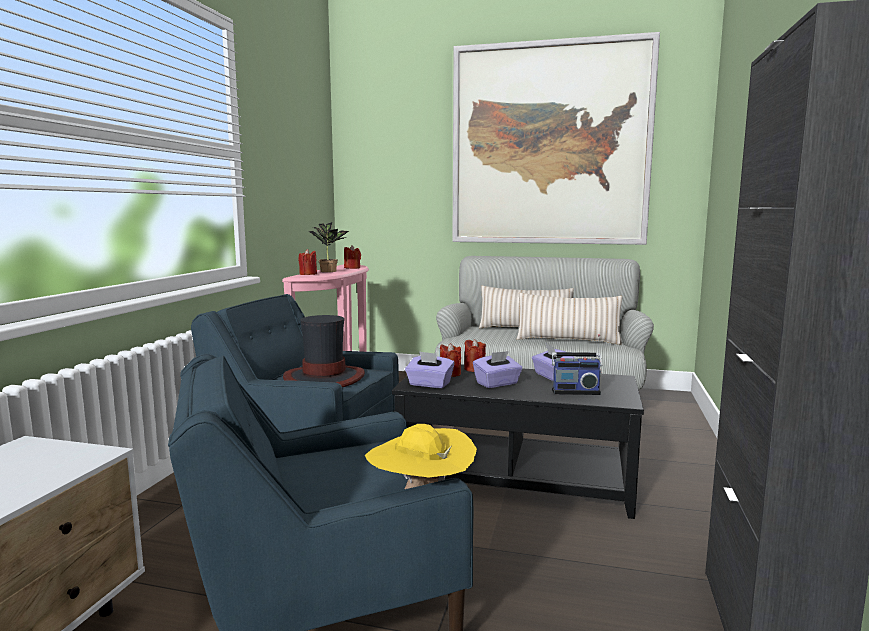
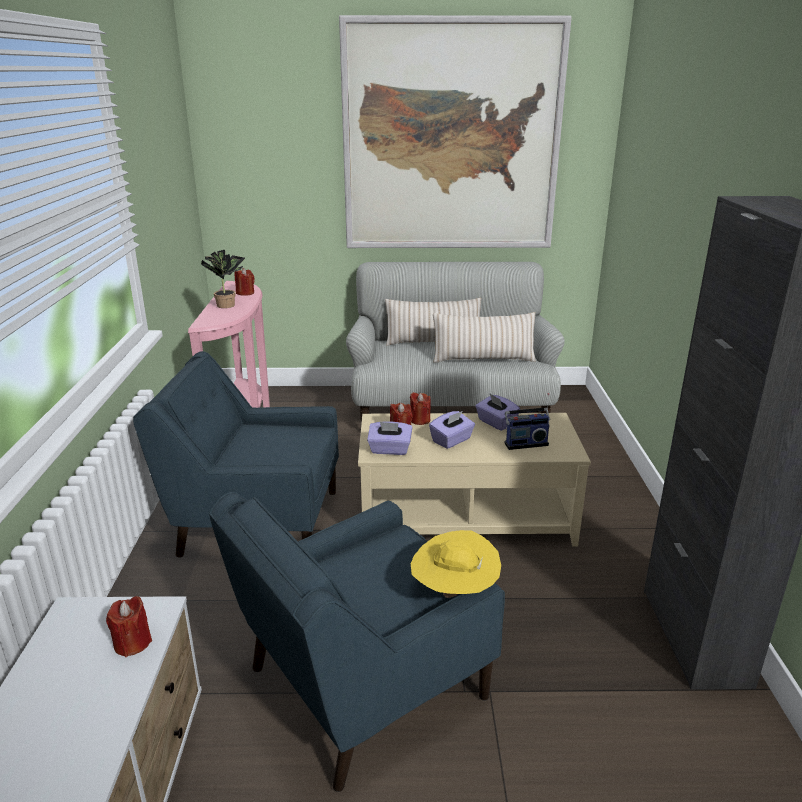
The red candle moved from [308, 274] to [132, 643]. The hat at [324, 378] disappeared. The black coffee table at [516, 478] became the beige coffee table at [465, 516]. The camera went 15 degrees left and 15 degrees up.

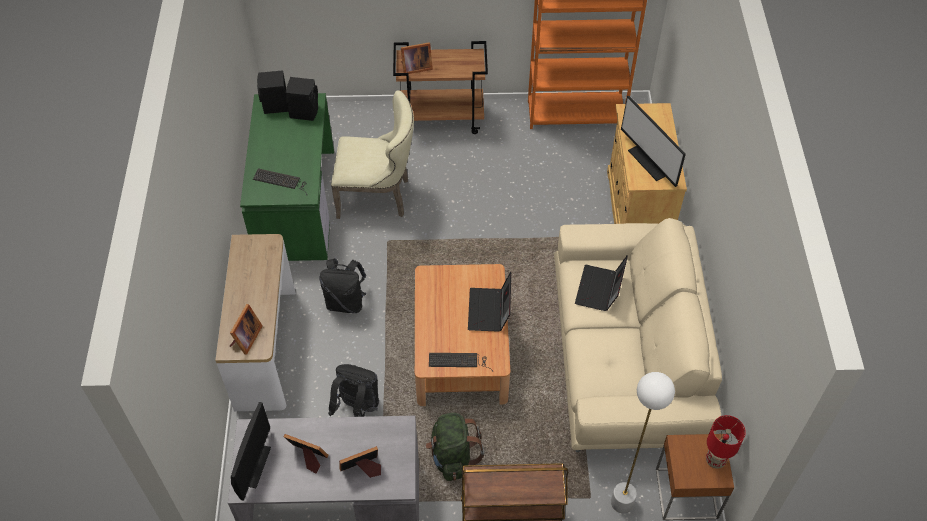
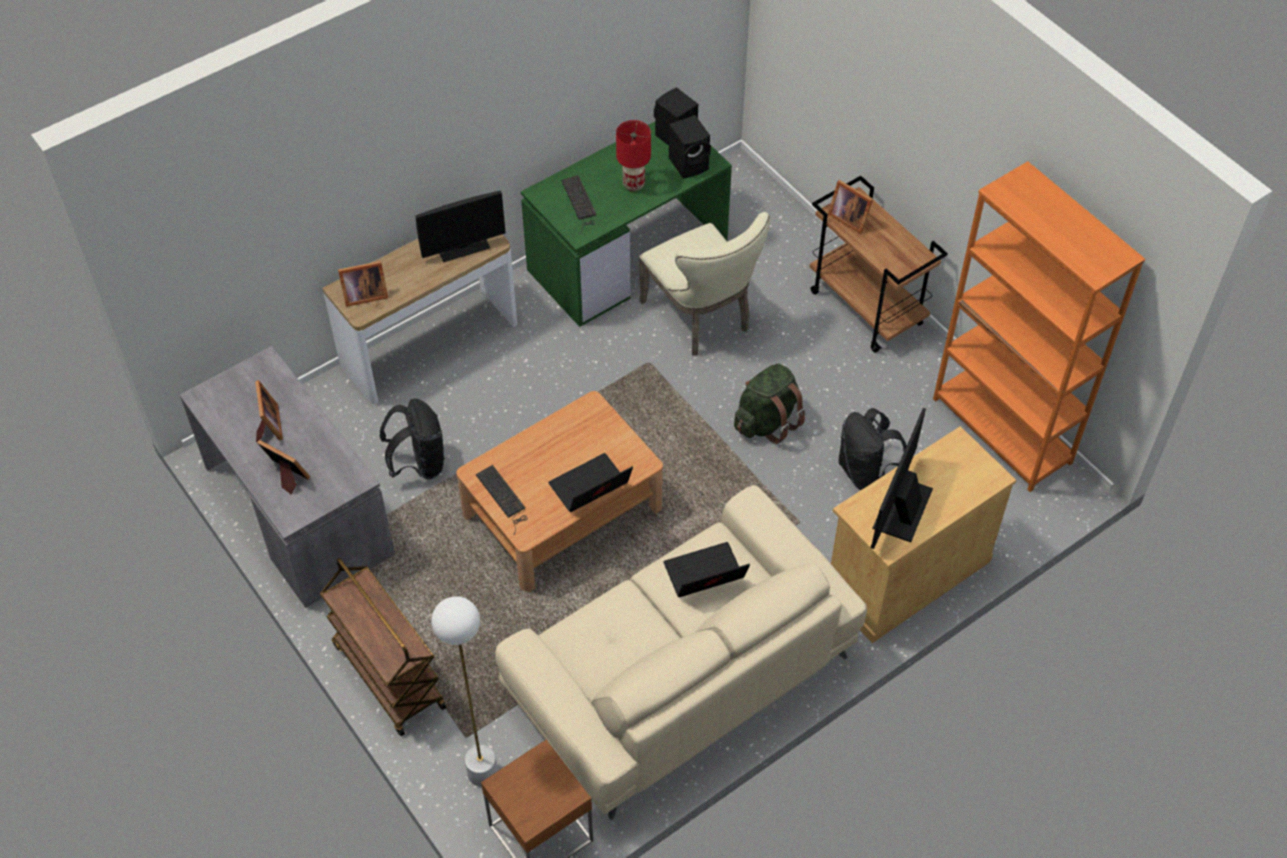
The black backpack moved from [345, 302] to [865, 472]. The monitor moved from [253, 465] to [463, 247]. The green backpack moved from [452, 456] to [767, 421]. The red table lamp moved from [715, 460] to [634, 185]. The camera went 55 degrees right and 0 degrees up.

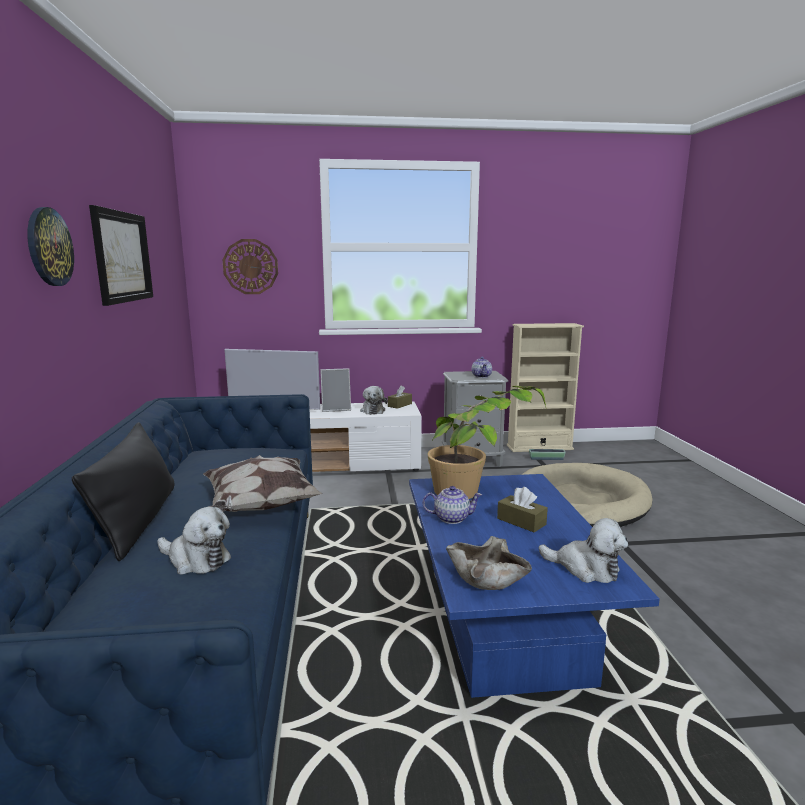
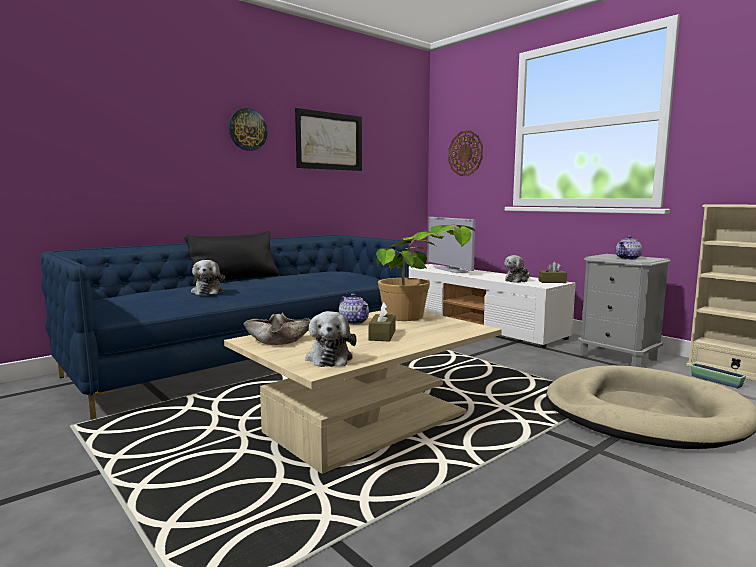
The picture frame at [336, 408] disappeared. The pillow at [260, 507] disappeared. The blue coffee table at [502, 618] became the beige coffee table at [368, 423]. The camera went 55 degrees right and 5 degrees down.

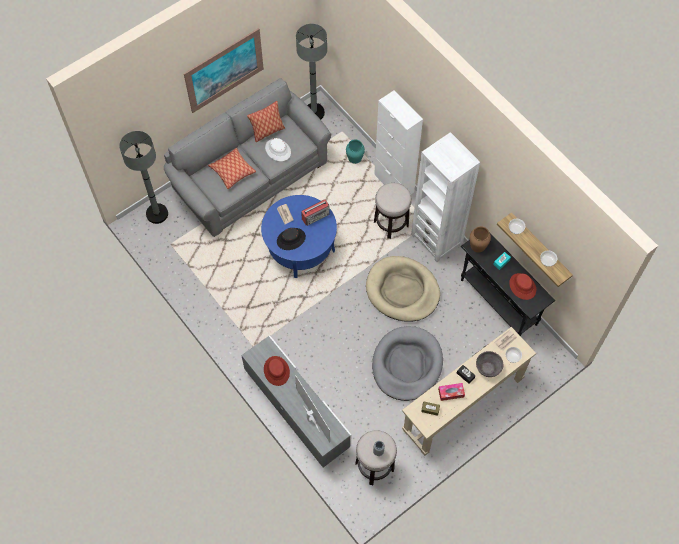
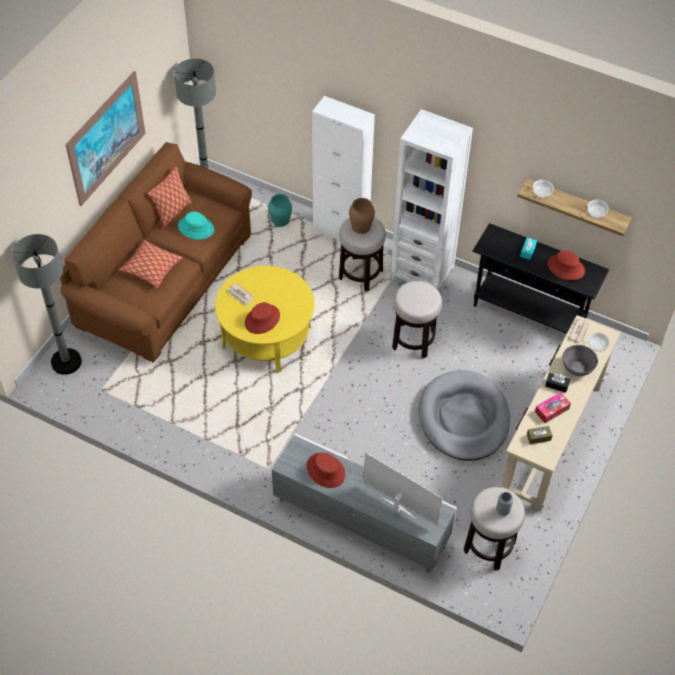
The grey sofa at [250, 176] became the brown sofa at [165, 281]. The white hat at [278, 150] became the turquoise hat at [196, 228]. The blue coffee table at [300, 247] became the yellow coffee table at [266, 336]. The radio at [316, 216] disappeared. The brown vase moved from [478, 245] to [361, 226]. The black hat at [291, 239] became the red hat at [262, 319]. The beige dog bed at [402, 290] was replaced by the stool at [413, 340]. The camera went 25 degrees left and 10 degrees down.

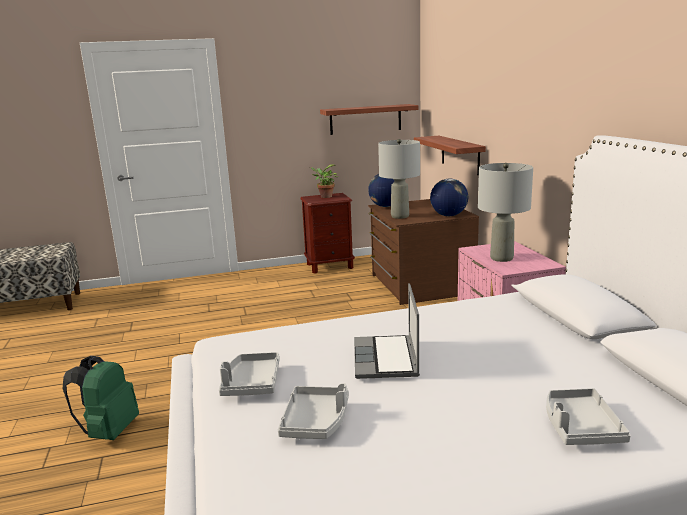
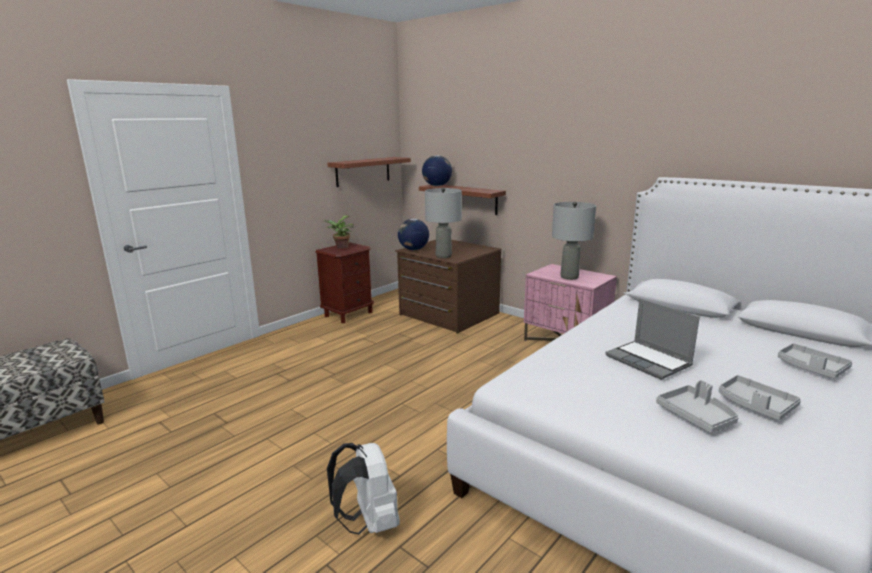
The globe moved from [448, 215] to [436, 186]. The grey tray moved from [251, 383] to [755, 405]. The green backpack at [109, 432] became the white backpack at [368, 522]. The camera went 35 degrees left and 0 degrees up.

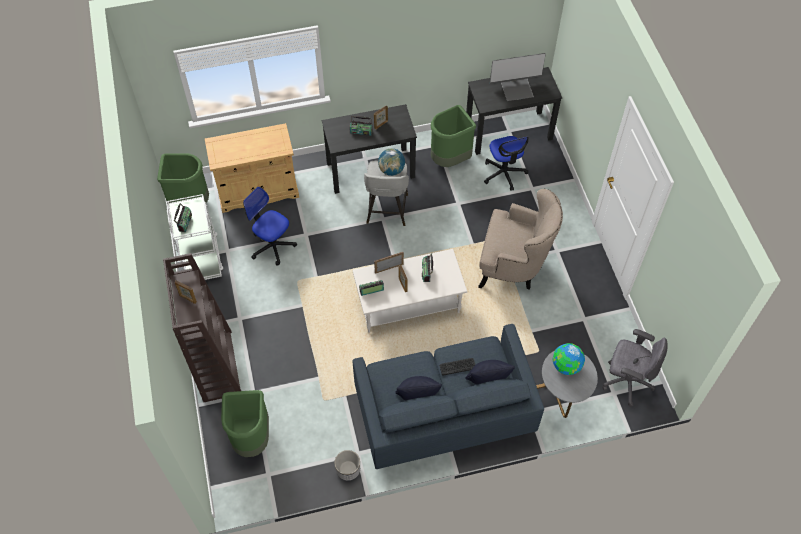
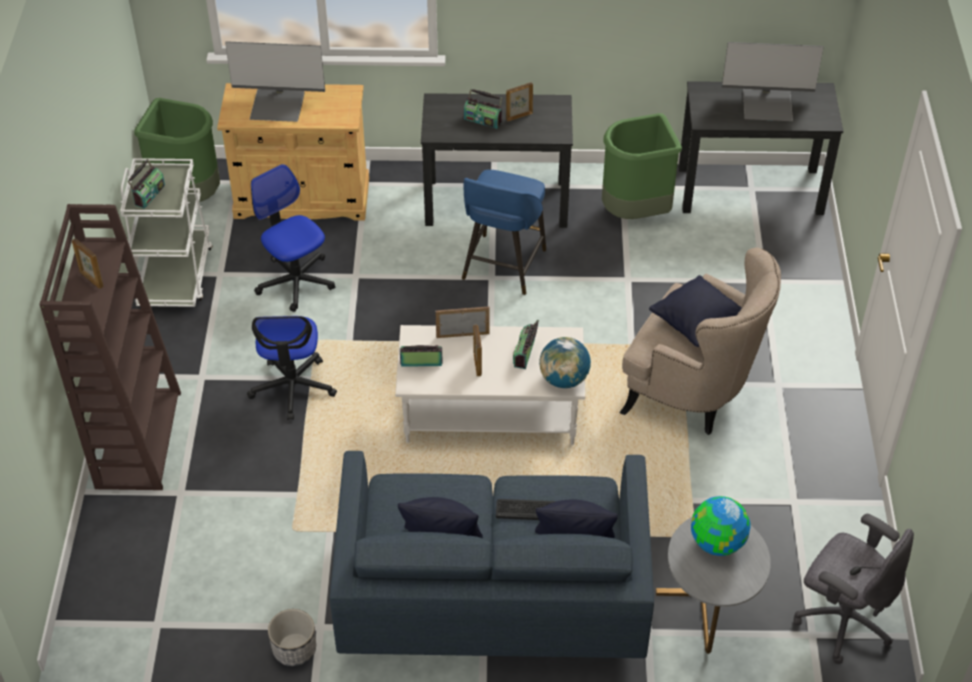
The office chair moved from [504, 173] to [292, 387]. The globe moved from [391, 170] to [564, 379]. The grey stool at [387, 210] became the blue stool at [502, 266]. The green trash can at [252, 438] disappeared. The monitor at [278, 105] appeared. The black pillow at [696, 324] appeared. The camera went 15 degrees right and 10 degrees down.

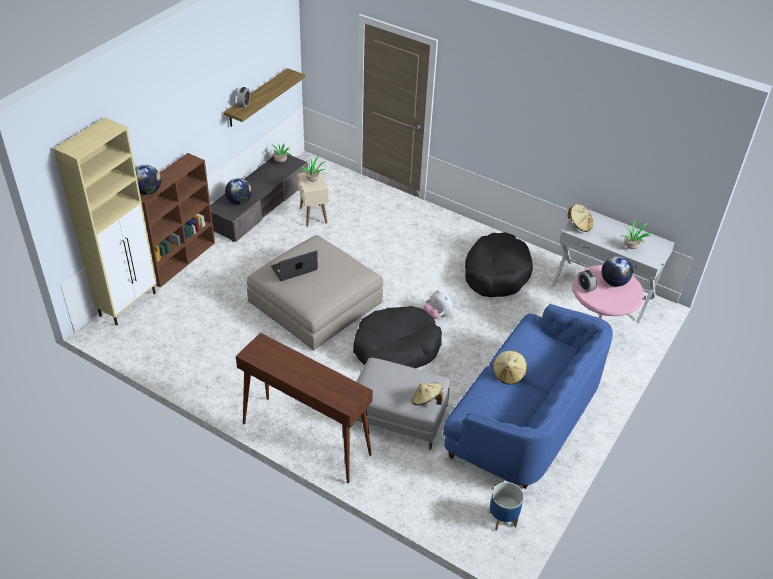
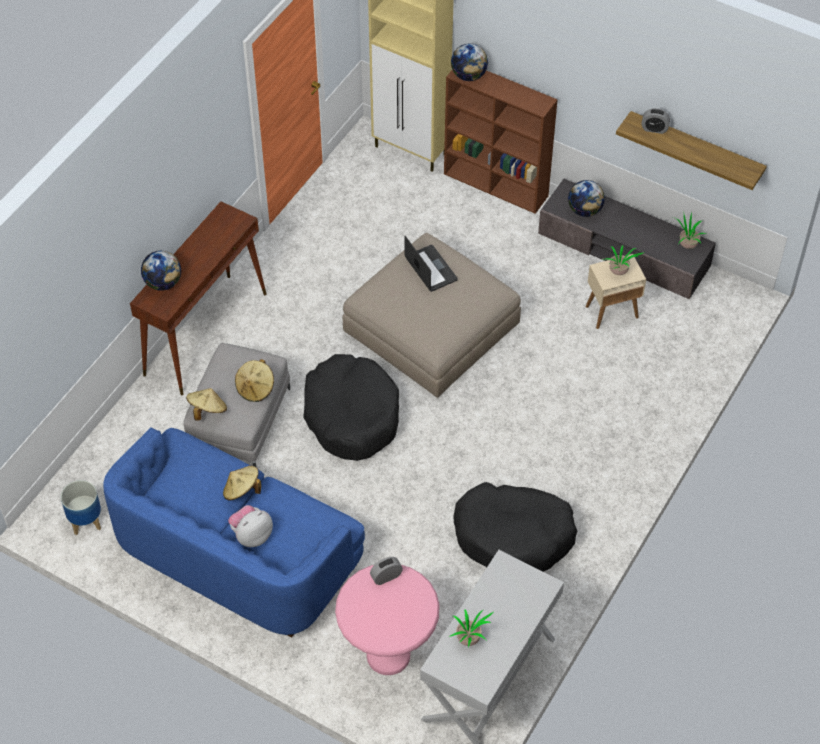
The beige hat moved from [579, 225] to [255, 388]. The globe moved from [614, 282] to [163, 283]. The plush toy moved from [437, 315] to [251, 535]. The camera went 90 degrees right and 10 degrees up.

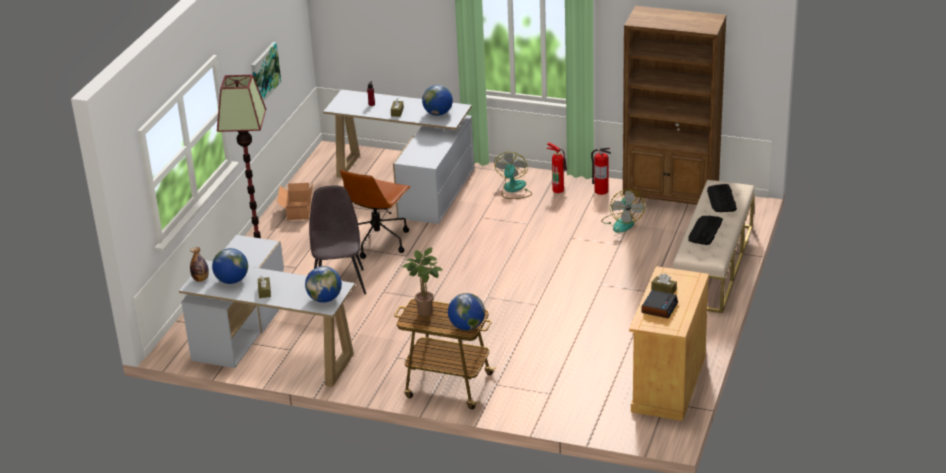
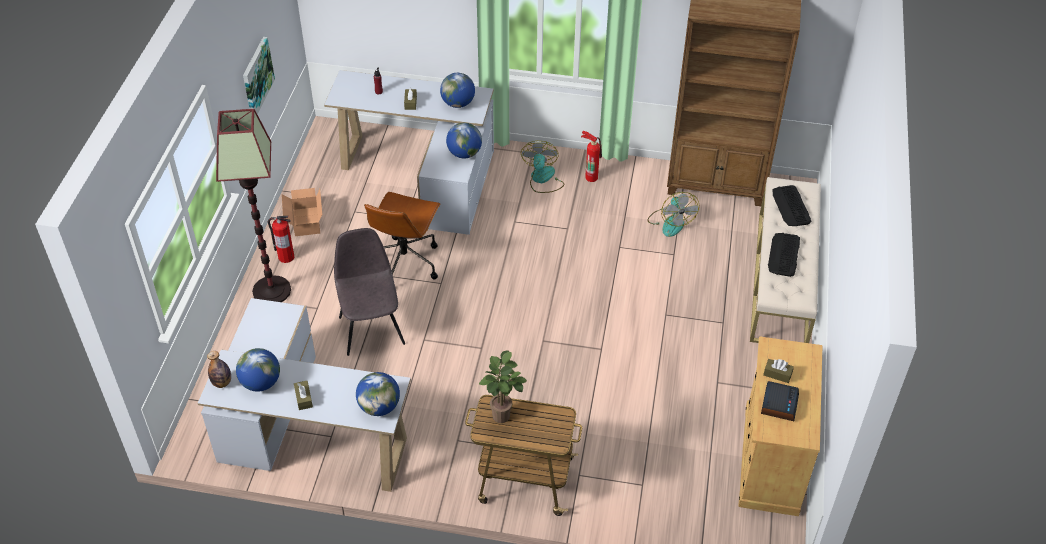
The fire extinguisher moved from [601, 191] to [285, 257]. The globe moved from [467, 326] to [464, 153]. The camera went 10 degrees left and 15 degrees up.

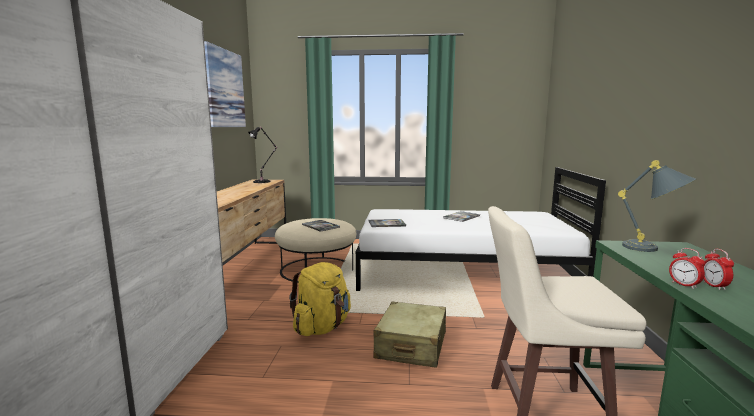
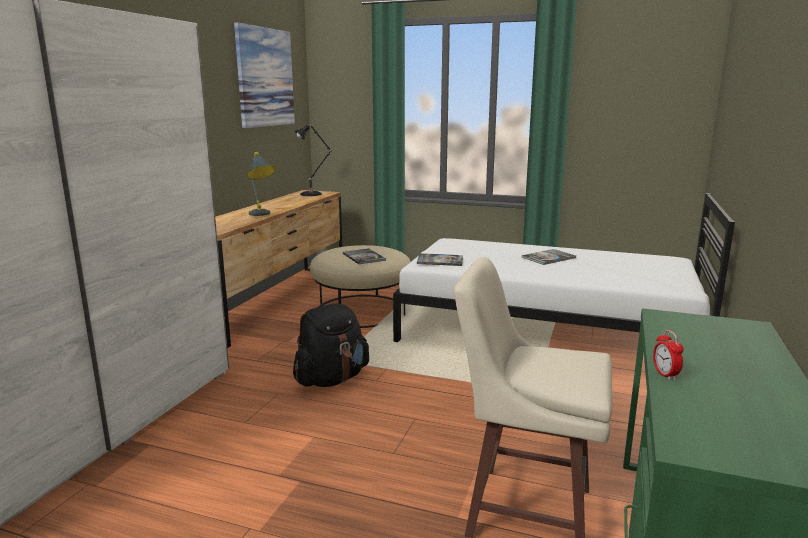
The grey table lamp moved from [653, 249] to [262, 215]. The alarm clock at [714, 286] disappeared. The yellow backpack at [322, 327] became the black backpack at [332, 379]. The beige suitcase at [411, 345] disappeared. The camera went 15 degrees right and 5 degrees up.

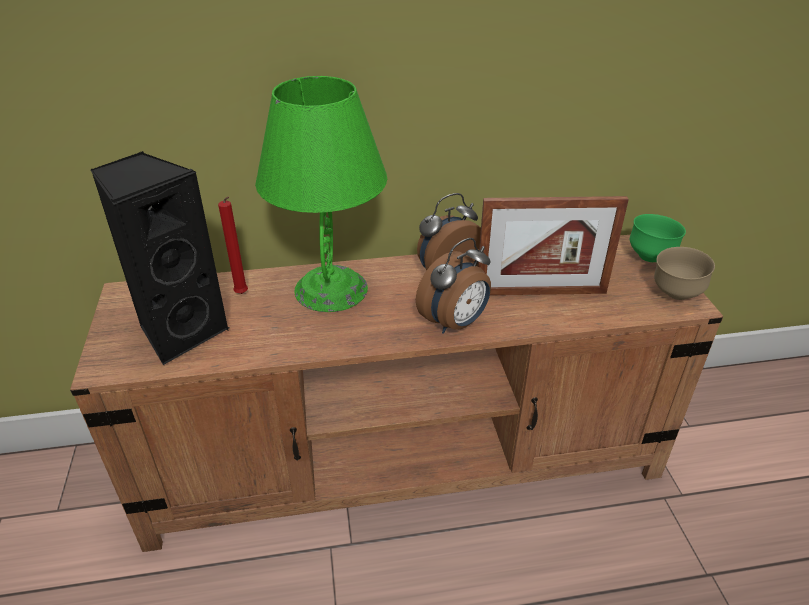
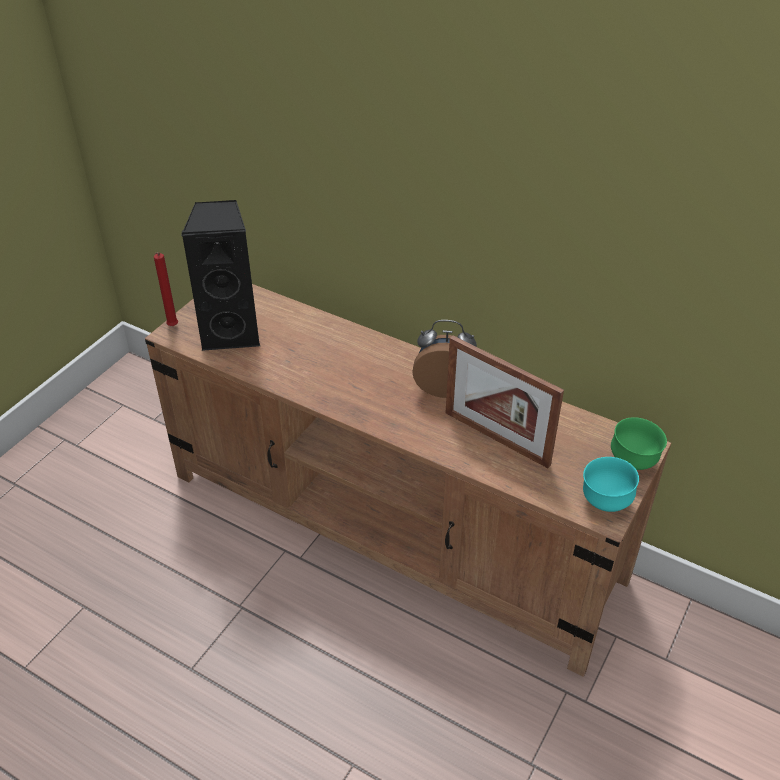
The green table lamp at [332, 289] disappeared. The red candle moved from [242, 295] to [172, 327]. The alarm clock at [455, 323] disappeared. The brown bowl at [675, 294] became the turquoise bowl at [605, 502]. The camera went 40 degrees right and 5 degrees up.

